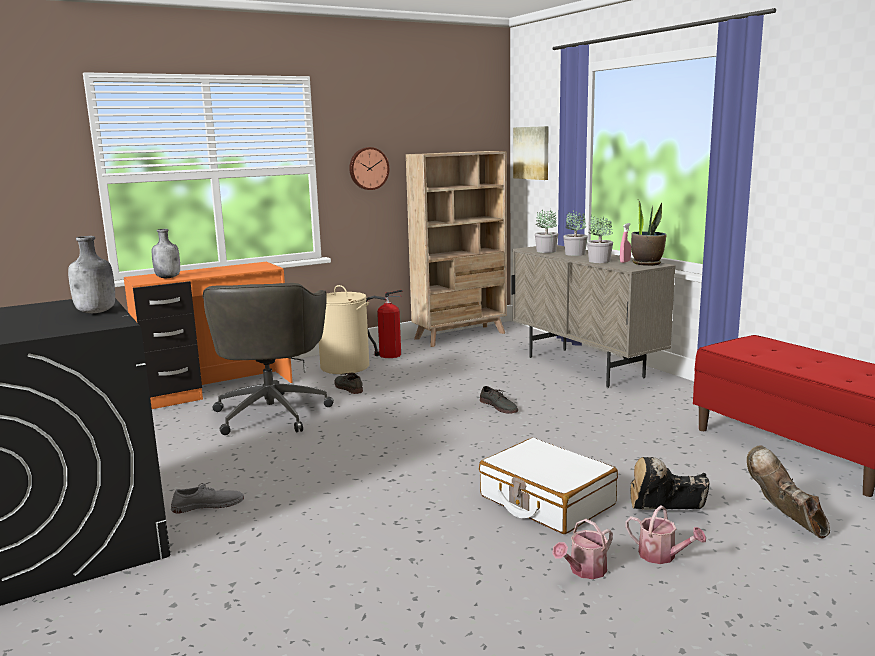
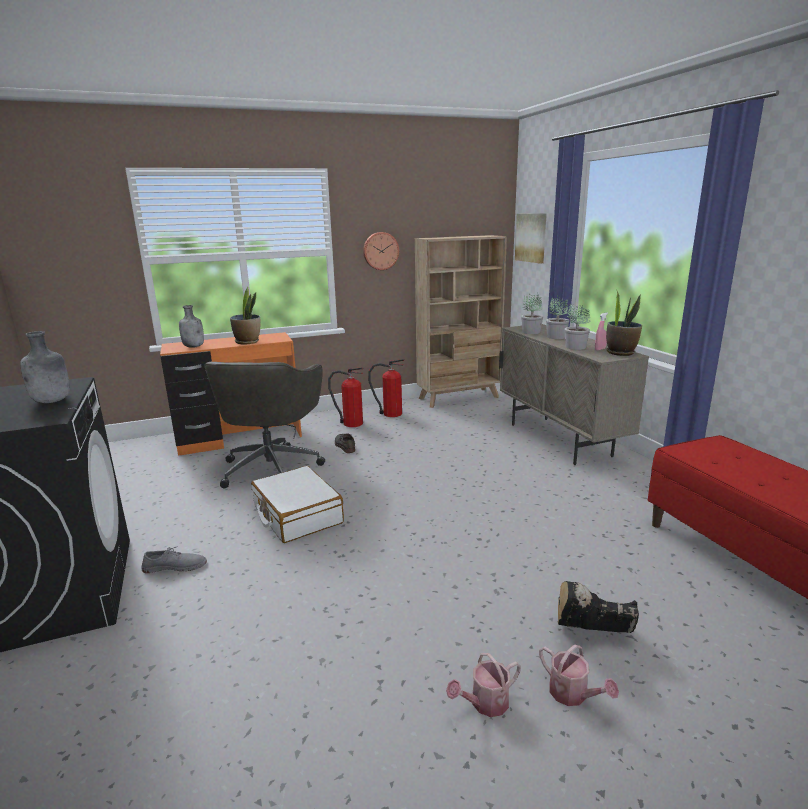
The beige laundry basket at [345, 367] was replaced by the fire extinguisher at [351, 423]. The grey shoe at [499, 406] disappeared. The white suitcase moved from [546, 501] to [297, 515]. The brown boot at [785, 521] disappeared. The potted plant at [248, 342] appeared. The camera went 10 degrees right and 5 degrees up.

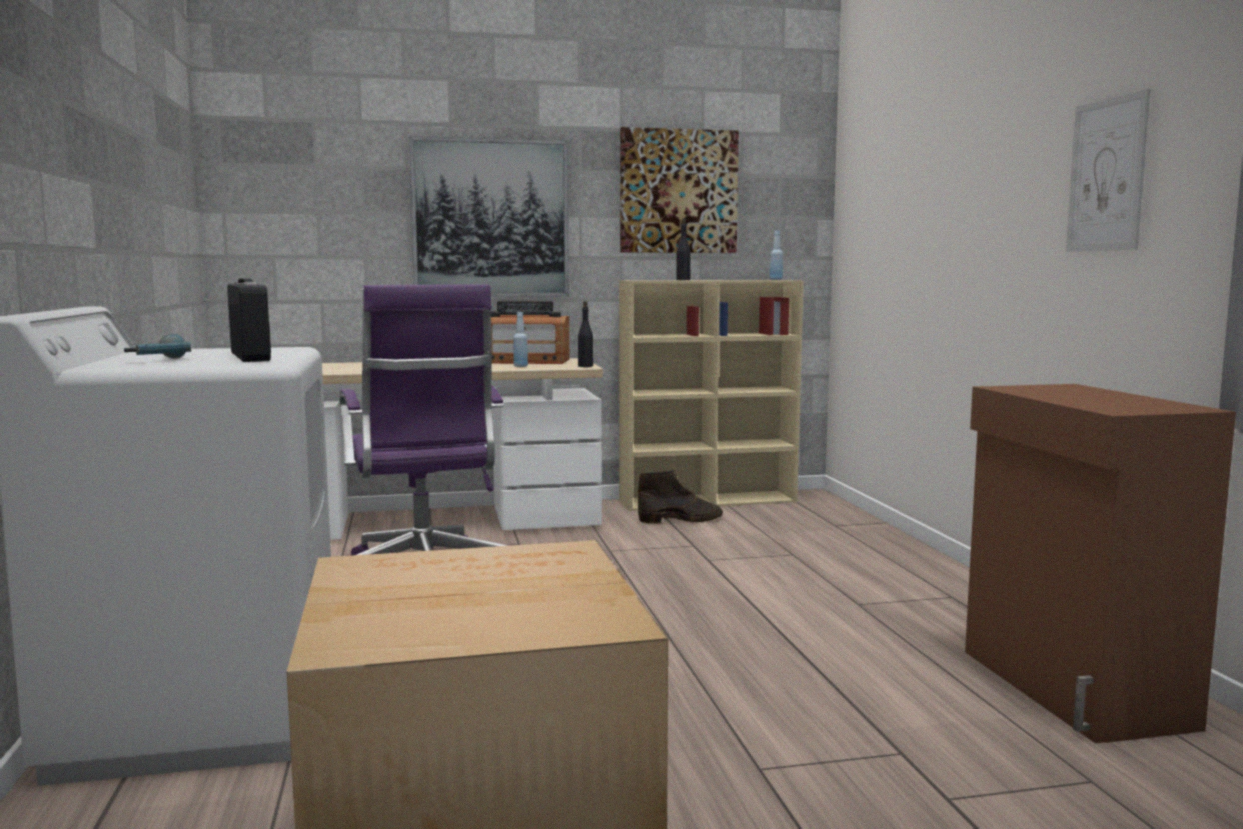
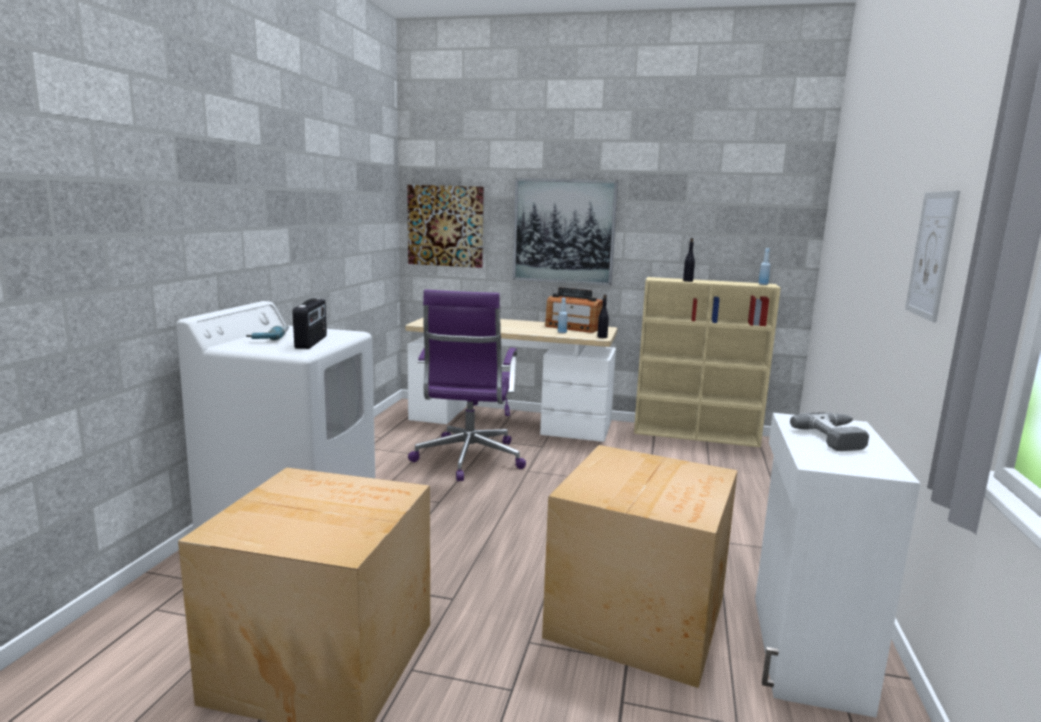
The picture moved from [678, 191] to [446, 226]. The brown cabinet at [1071, 689] became the white cabinet at [804, 650]. The brown boot at [681, 520] disappeared. The power drill at [838, 438] appeared. The cardboard box at [640, 616] appeared. The camera went 25 degrees right and 5 degrees up.

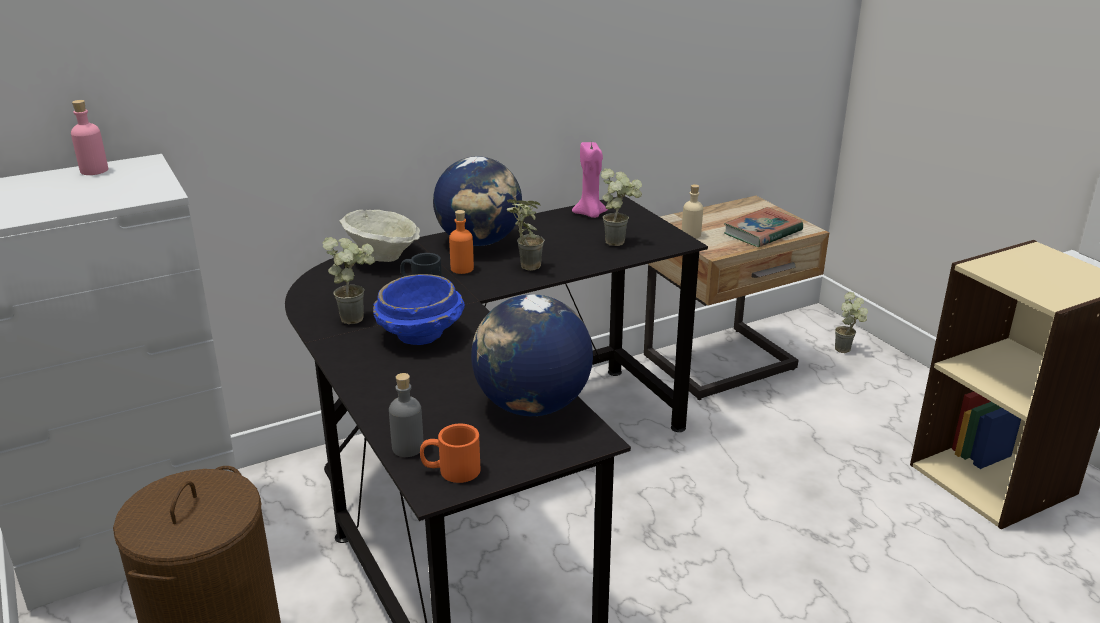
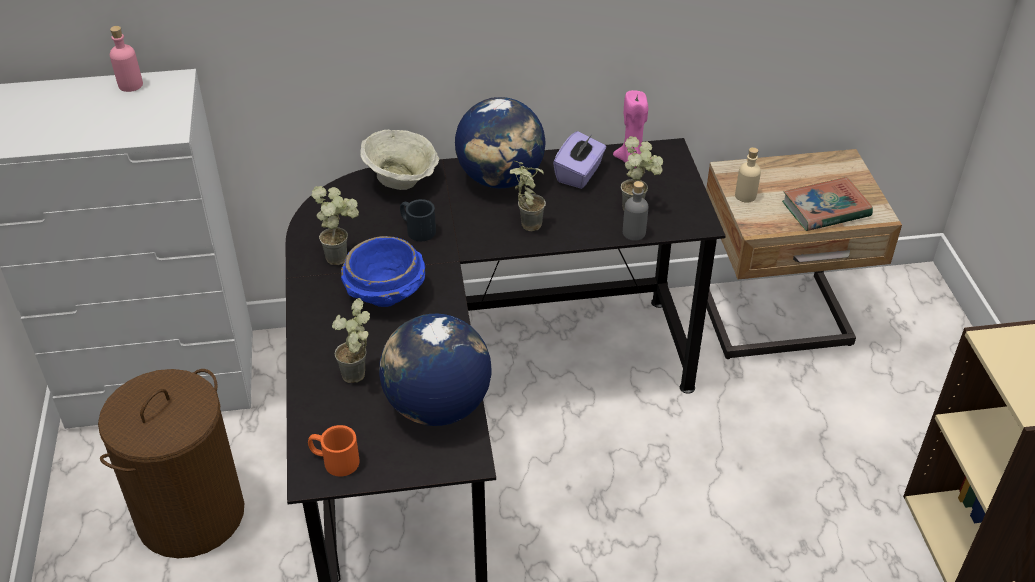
The orange bottle at [462, 269] disappeared. The potted plant moved from [847, 350] to [359, 378]. The grey bottle moved from [408, 448] to [634, 233]. The purple tissue box at [579, 174] appeared. The camera went 20 degrees right and 15 degrees up.

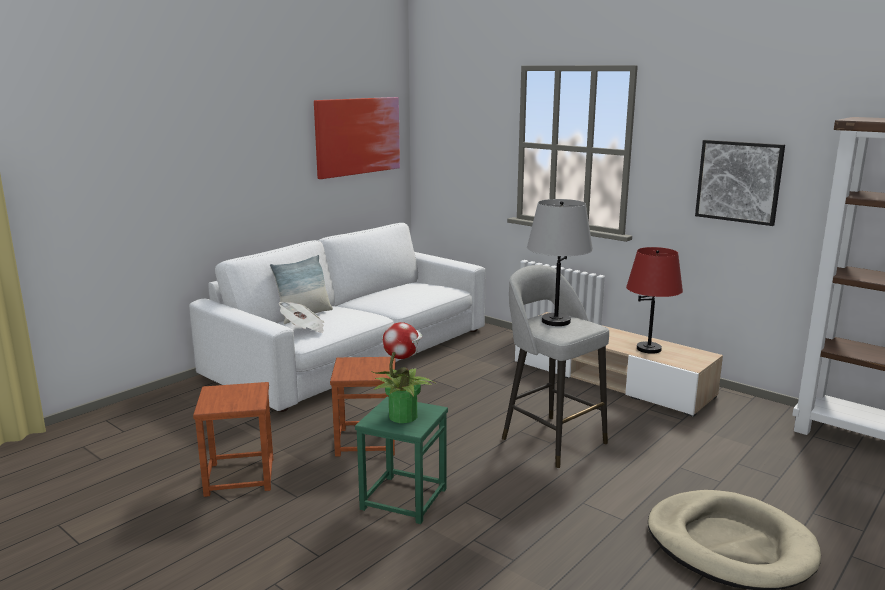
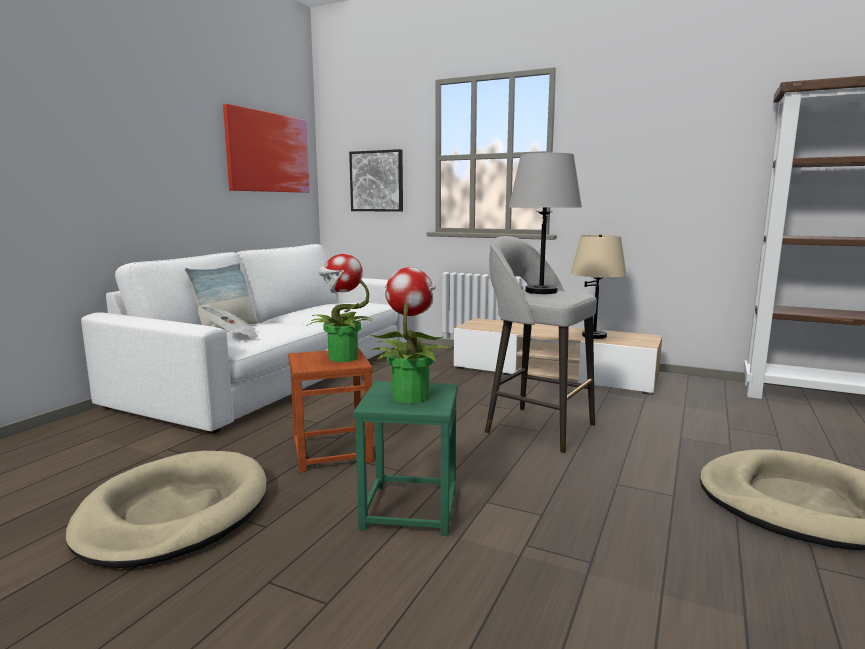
The picture moved from [739, 181] to [377, 181]. The red table lamp at [649, 349] became the beige table lamp at [594, 336]. The brown stool at [239, 477] was replaced by the beige dog bed at [174, 513]. The potted plant at [342, 358] appeared. The camera went 15 degrees left and 5 degrees down.

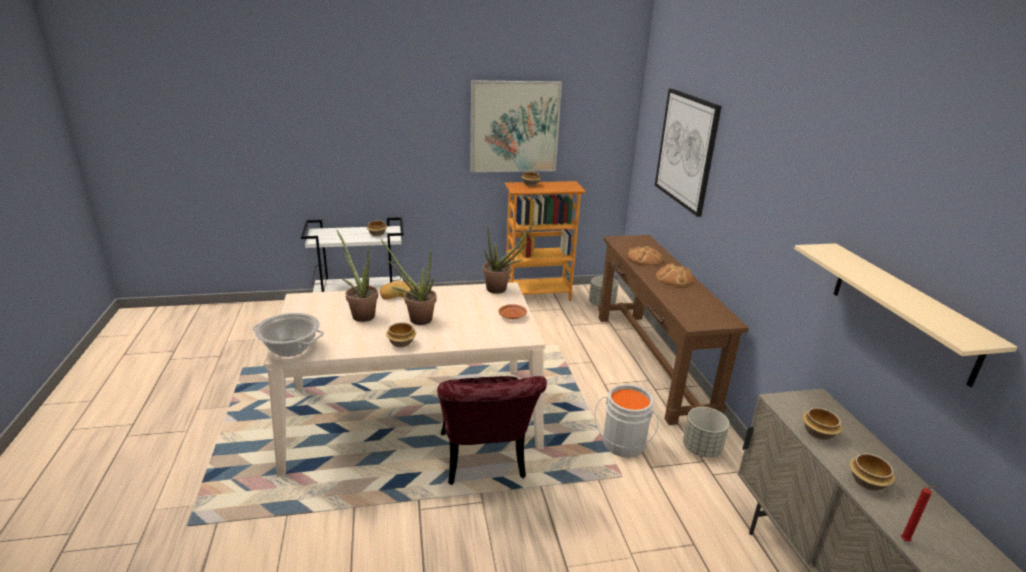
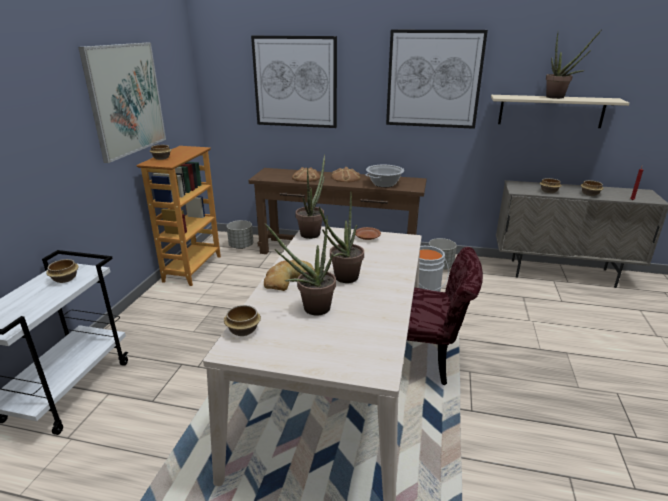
The cooking pot moved from [291, 348] to [384, 184]. The bowl moved from [401, 343] to [242, 330]. The potted plant at [559, 97] appeared. The picture at [433, 79] appeared. The camera went 65 degrees left and 0 degrees up.

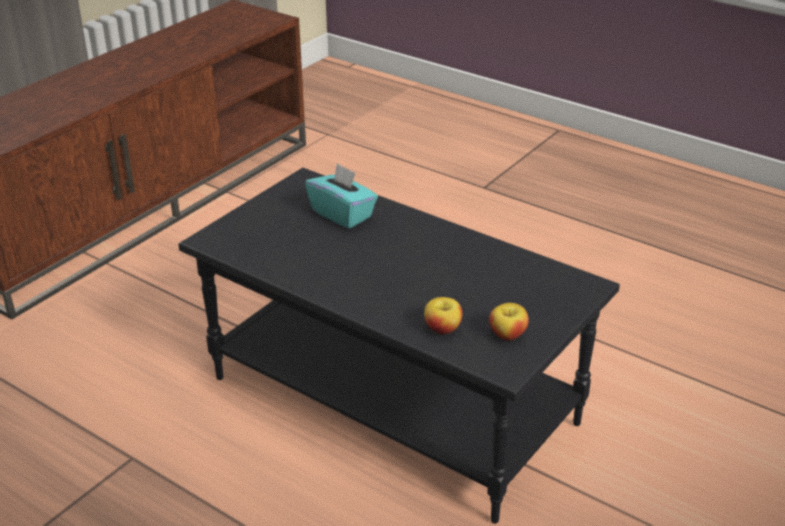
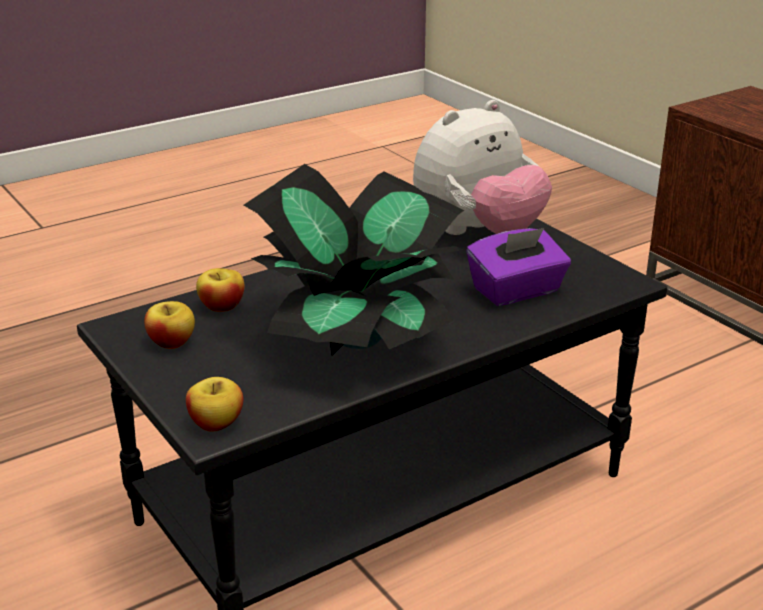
The turquoise tissue box at [342, 214] became the purple tissue box at [516, 291]. The plush toy at [478, 233] appeared. The potted plant at [360, 336] appeared. The apple at [216, 423] appeared. The camera went 110 degrees right and 5 degrees down.

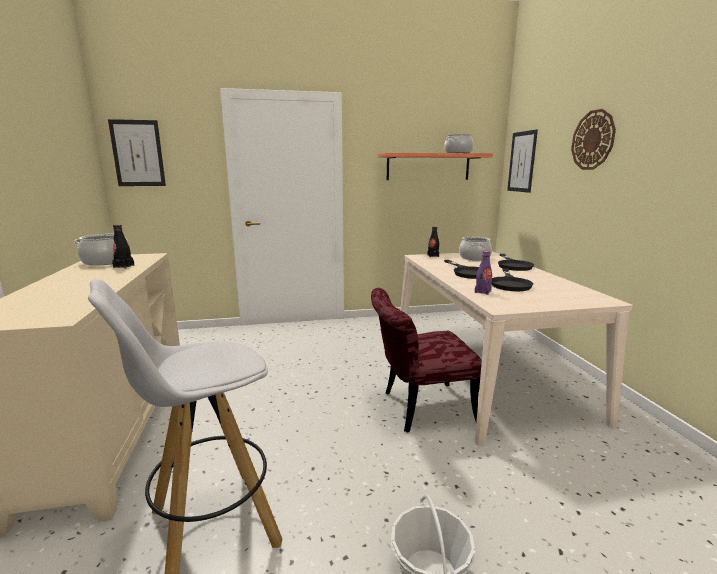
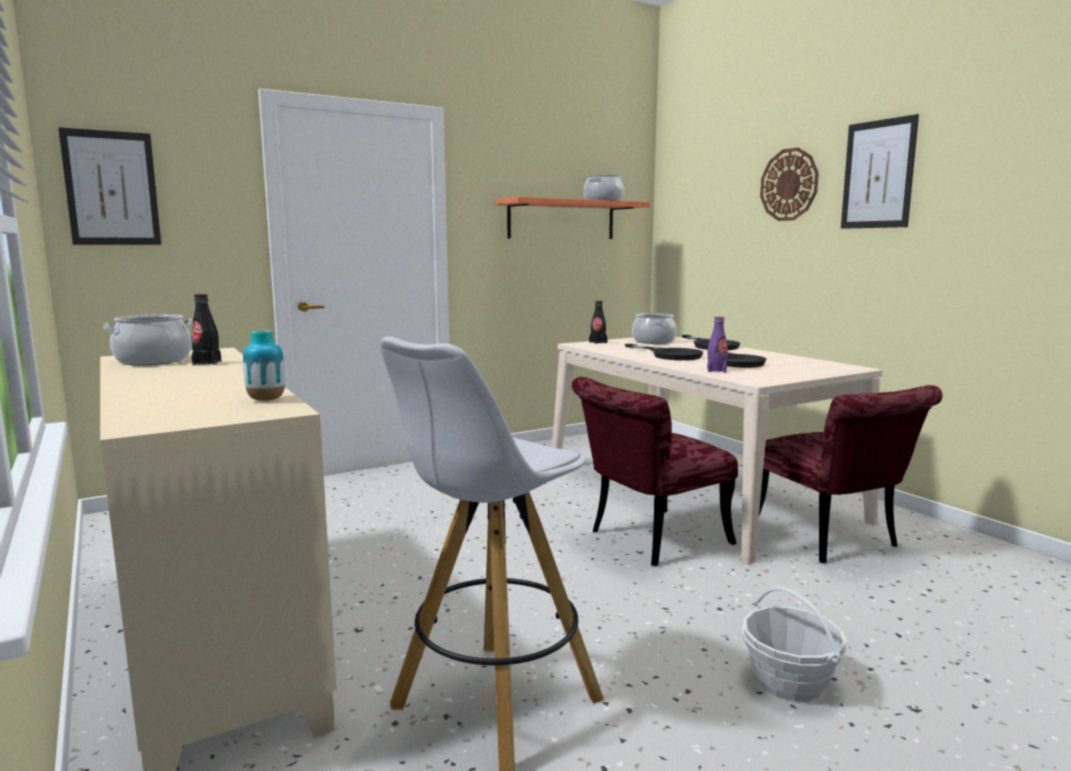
The picture moved from [522, 162] to [878, 174]. The vase at [266, 400] appeared. The red chair at [833, 541] appeared. The camera went 20 degrees left and 5 degrees down.

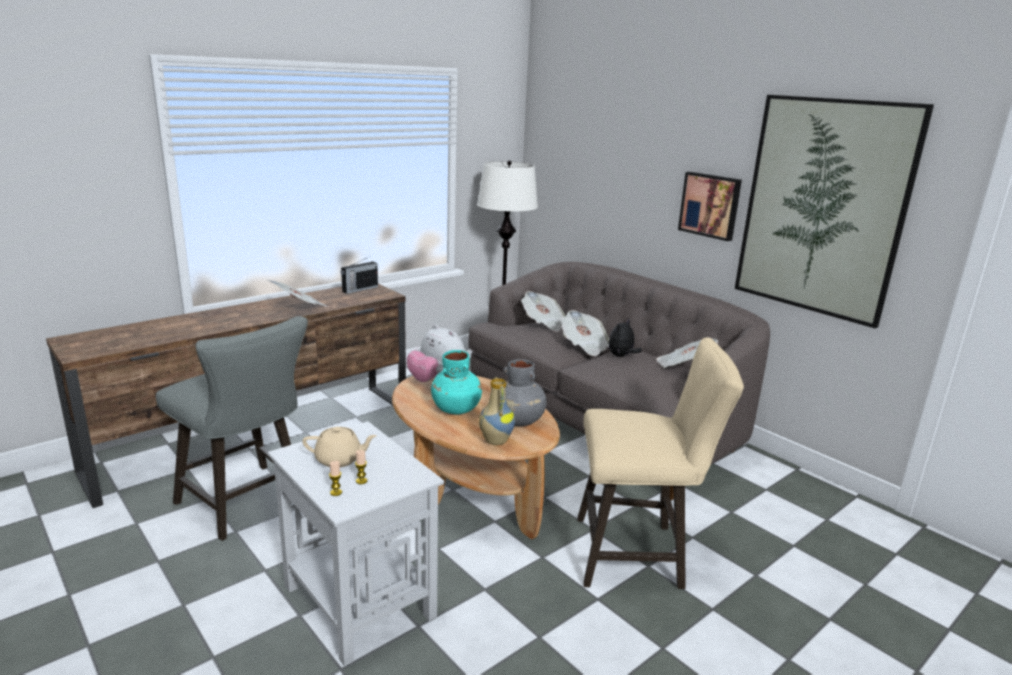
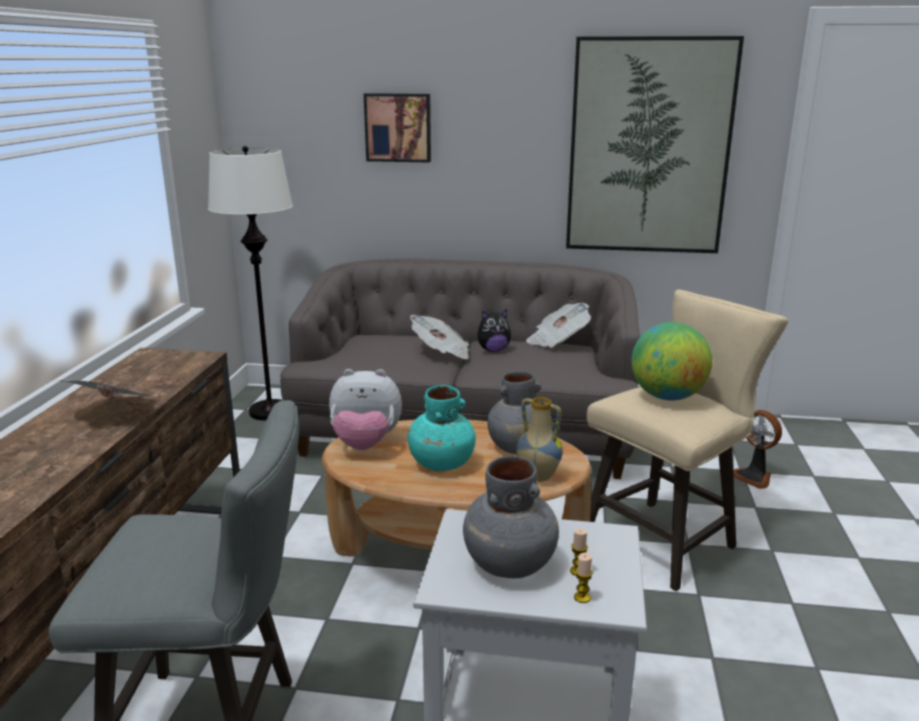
The picture moved from [710, 205] to [398, 127]. The radio at [359, 289] disappeared. The newspaper at [544, 323] disappeared. The plush toy at [621, 356] turned 105 degrees counterclockwise. The beige teapot at [339, 459] was replaced by the grey vase at [510, 563]. The globe at [667, 397] appeared. The fan at [753, 477] appeared. The camera went 40 degrees left and 0 degrees up.

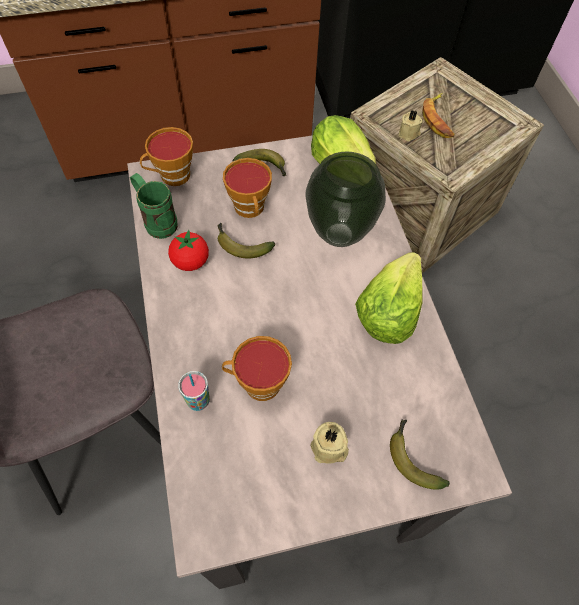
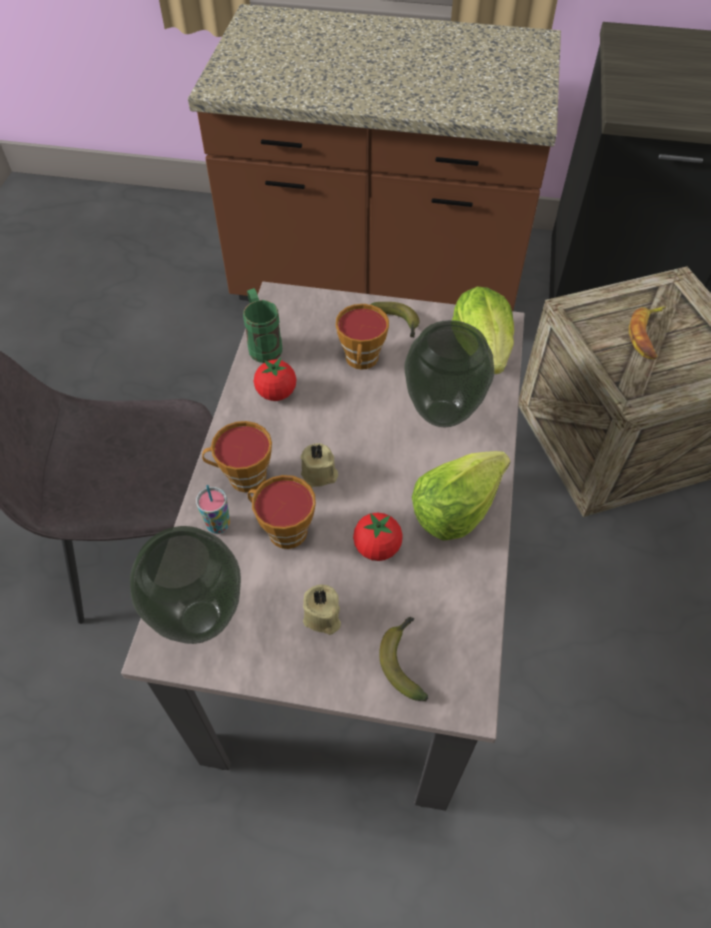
The beige candle moved from [409, 134] to [320, 475]. The cup moved from [172, 177] to [242, 477]. The banana at [240, 245] disappeared. The tomato at [377, 547] appeared. The vase at [201, 617] appeared. The camera went 25 degrees right and 5 degrees down.

